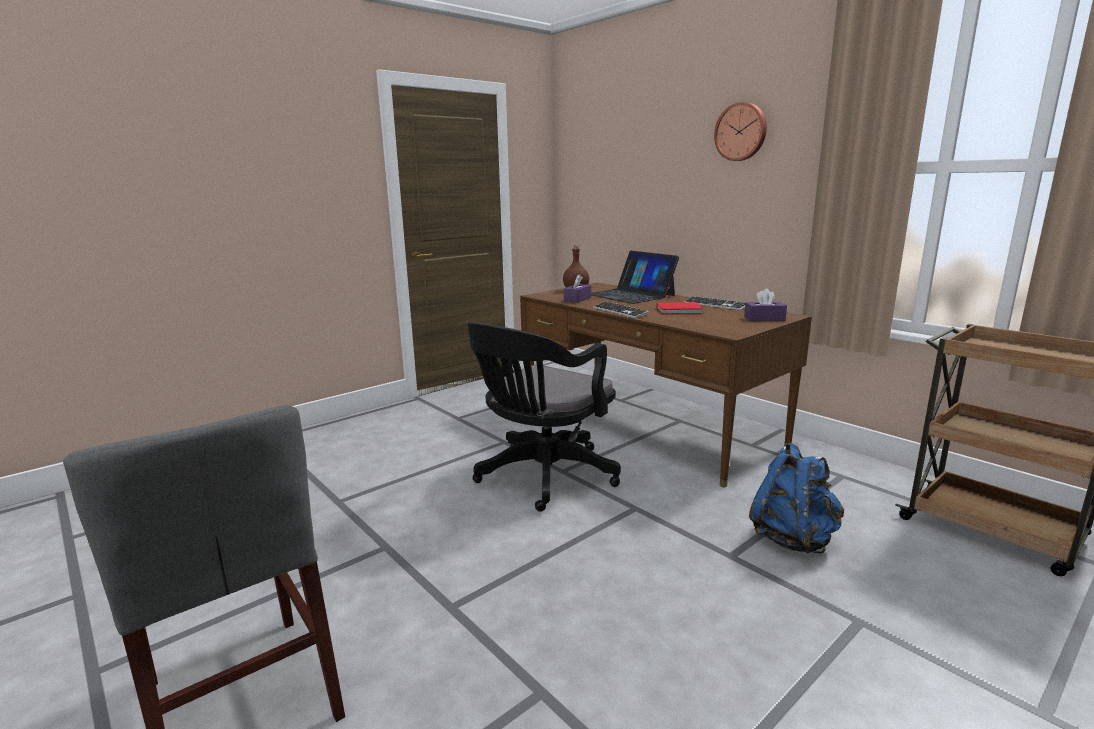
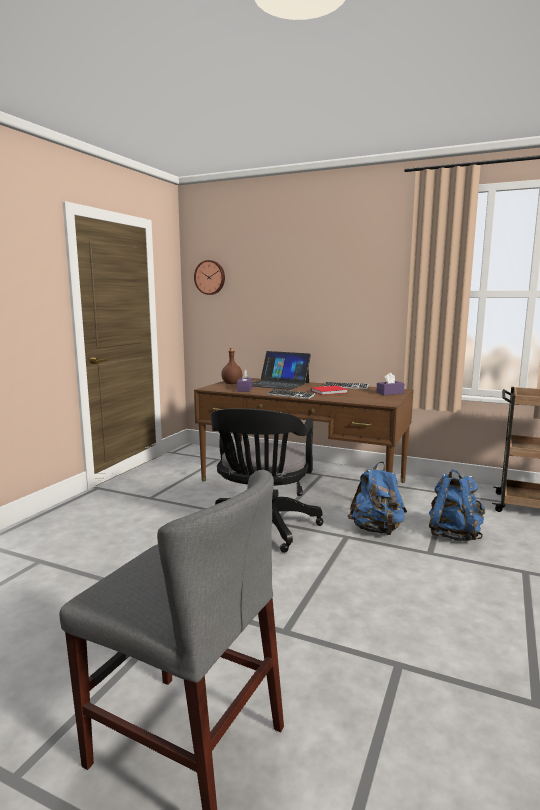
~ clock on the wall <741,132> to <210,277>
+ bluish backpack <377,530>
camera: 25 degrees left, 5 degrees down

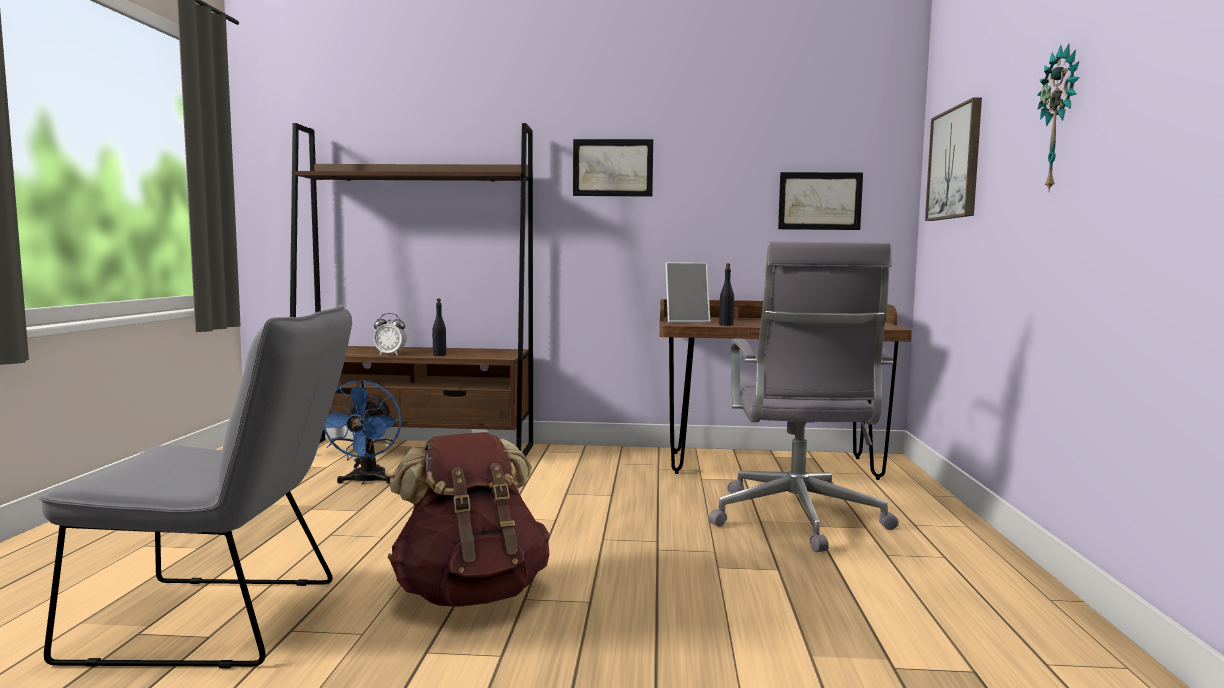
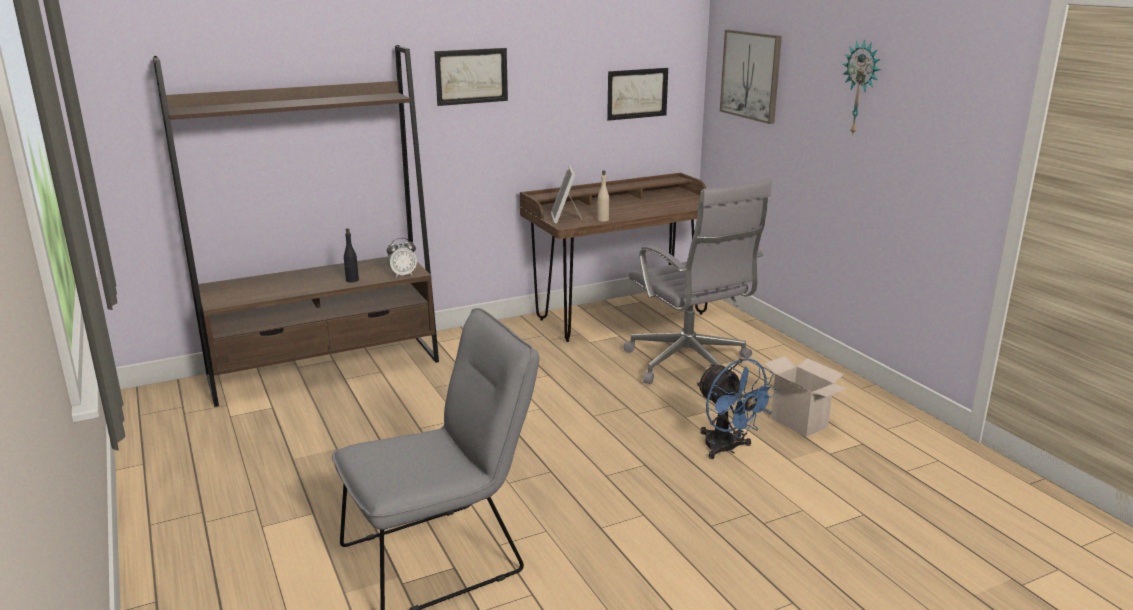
~ bluish electric fan <365,481> to <727,449>
~ table clock <390,354> to <402,275>
- brownish backpack <471,592>
~ picture frame <686,322> = <565,218> 120 degrees clockwise
~ black beverage bottle <726,325> to beige-coloured beverage bottle <602,220>
+ packing box <801,423>
camera: 30 degrees left, 15 degrees up

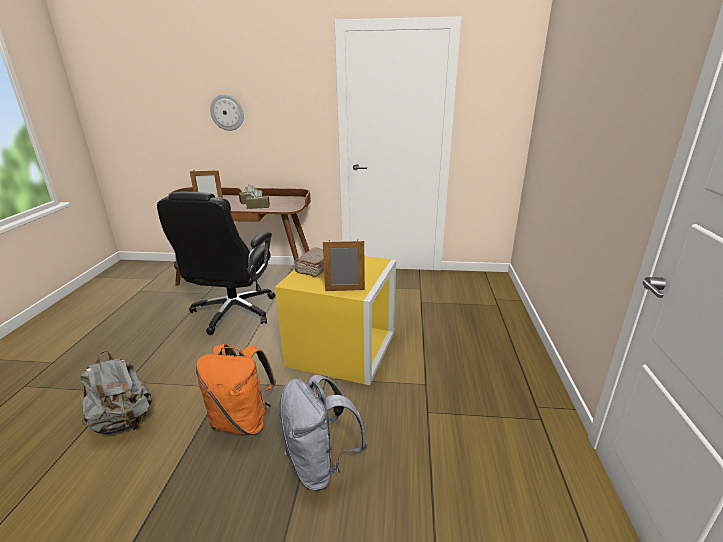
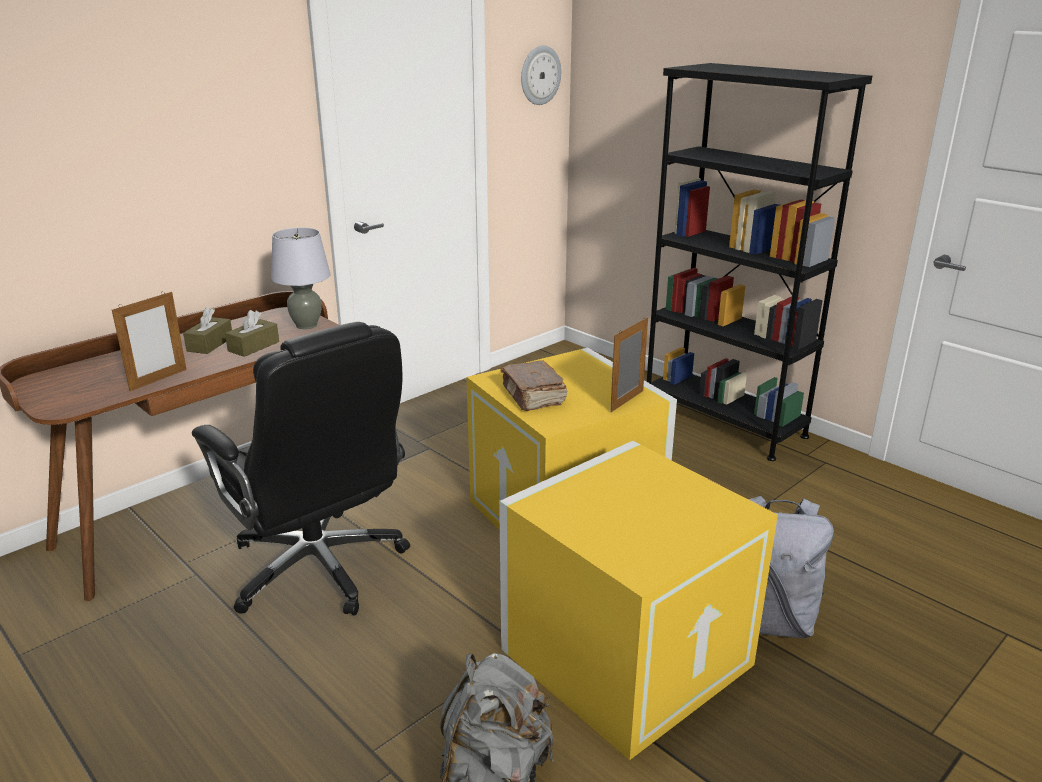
~ orangey backpack <242,421> to yellow storage bin <626,654>
~ clock on the wall <227,112> to <540,75>
+ grey tabletop lamp <306,325>
+ black bookshelf <723,421>
camera: 50 degrees left, 0 degrees up

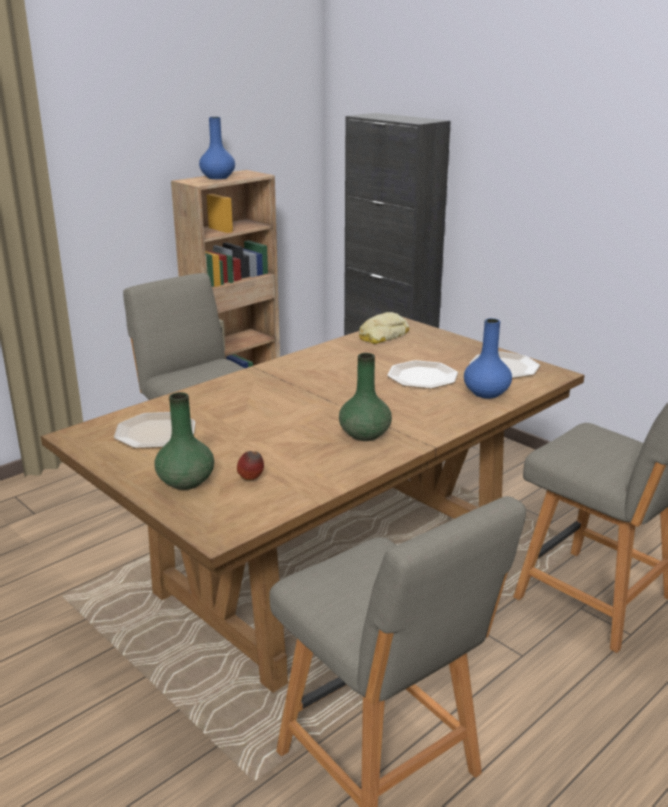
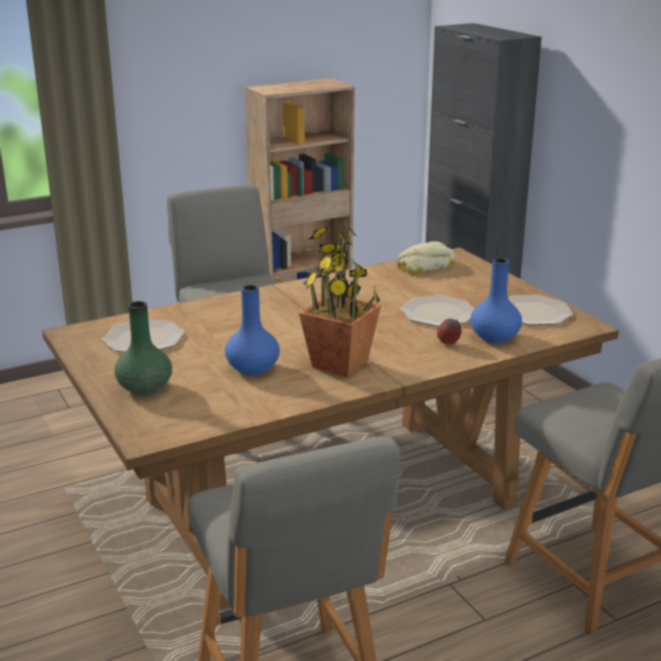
~ bluish vase <217,177> to <252,368>
~ apple fruit <251,479> to <449,344>
~ green-coloured vase <365,434> to potted plant <340,364>
camera: 15 degrees right, 0 degrees up

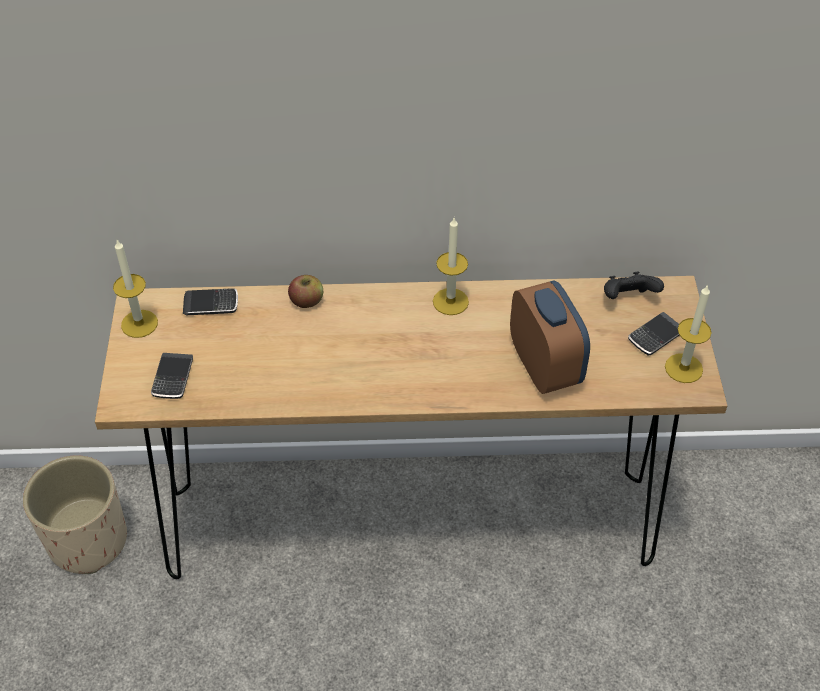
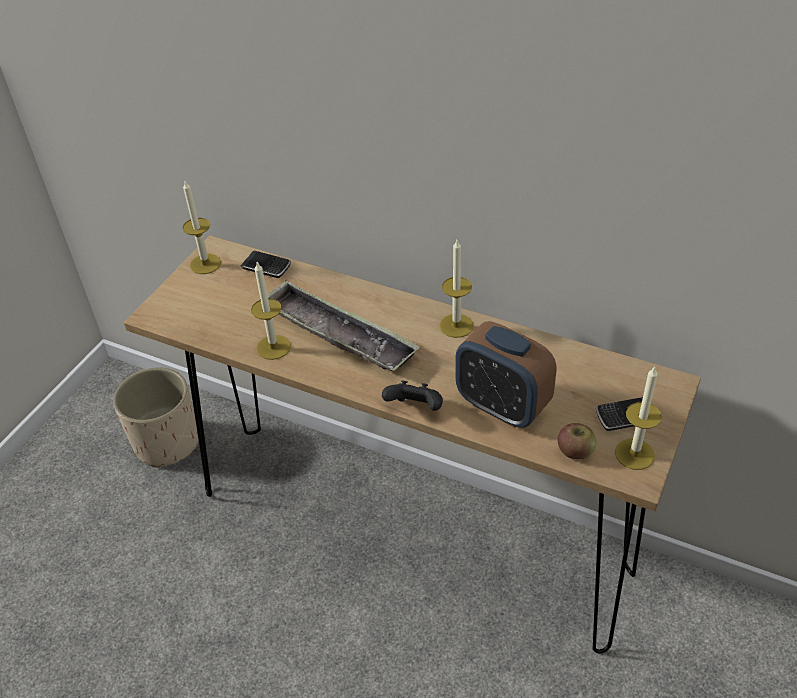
- telephone <173,378>
~ apple fruit <306,301> to <575,451>
~ table clock <545,367> = <502,406> 120 degrees clockwise
~ black joypad <627,299> to <415,409>
+ wax light <273,347>
+ serving tray <338,333>
camera: 30 degrees right, 5 degrees down

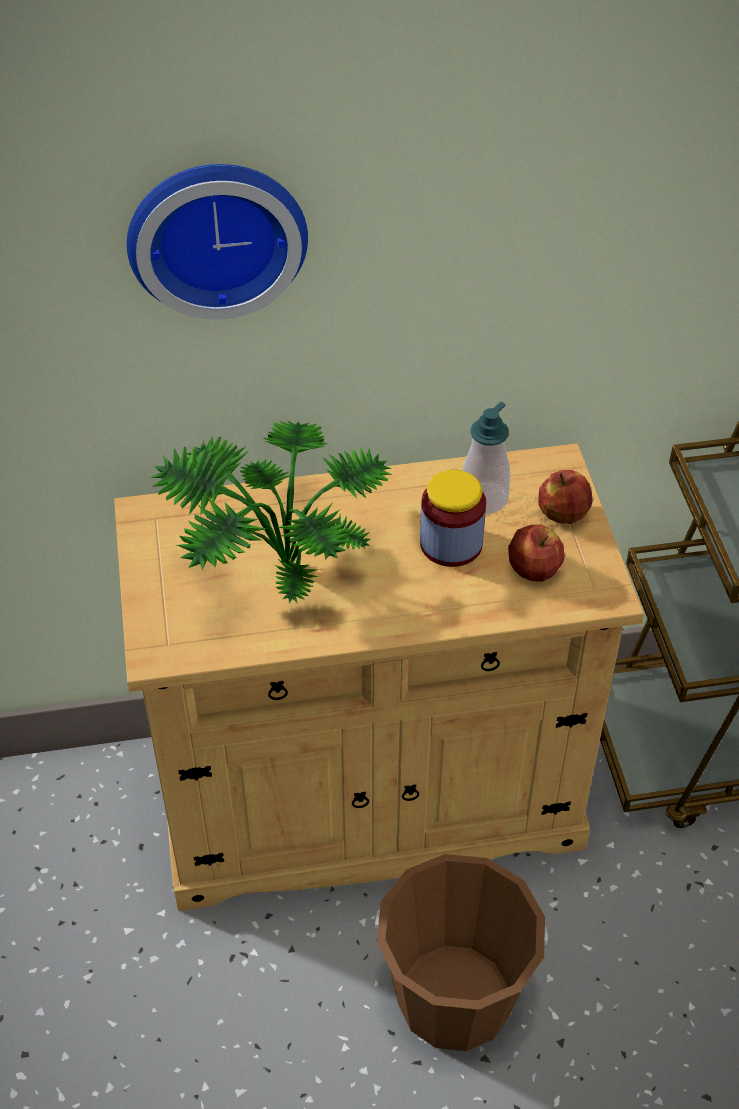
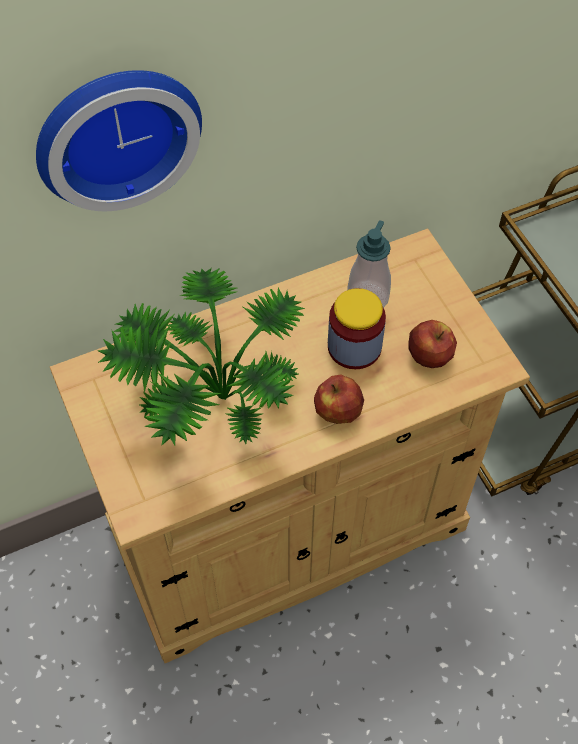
- brownish water bucket <454,997>
~ apple fruit <563,514> to <338,412>
camera: 15 degrees left, 10 degrees up

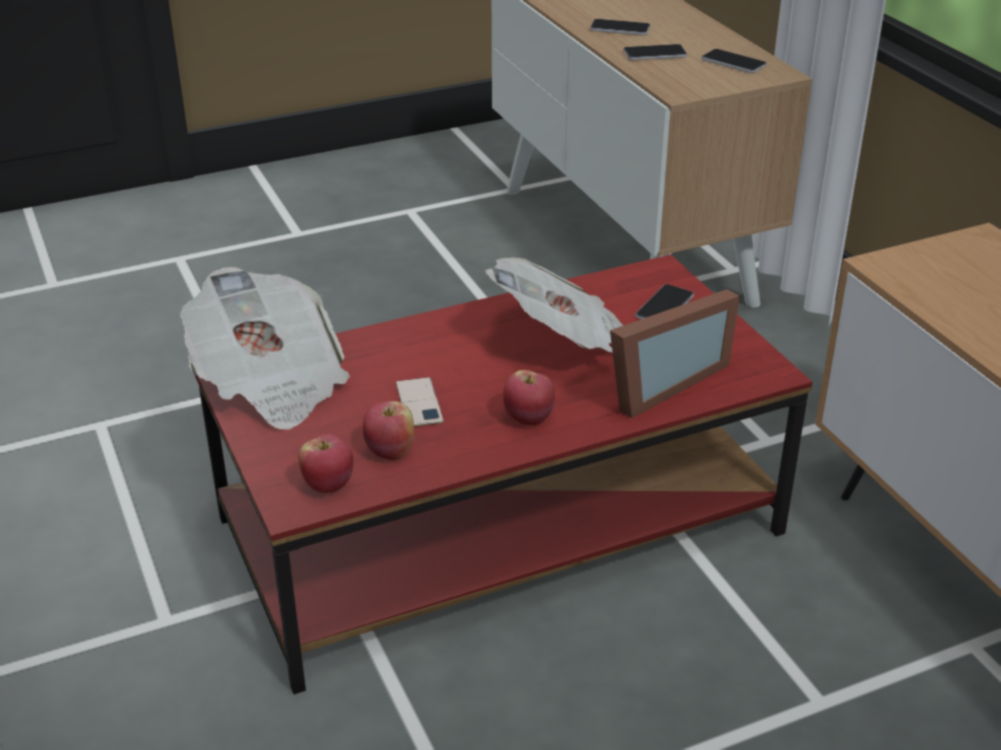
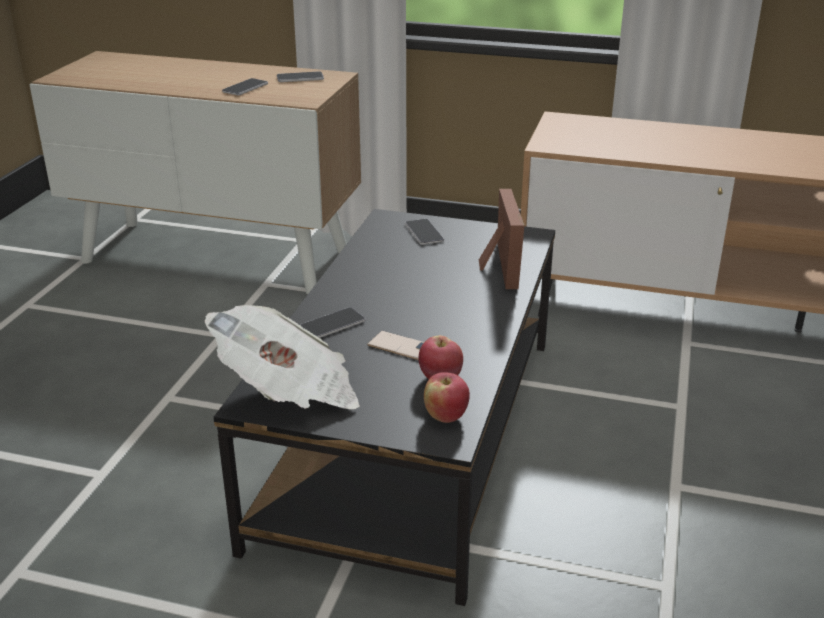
~ red lounge table <501,527> to black lounge table <413,436>
- printed paper <566,342>
- apple fruit <529,419>
~ telephone <620,28> to <332,324>
camera: 50 degrees left, 5 degrees down

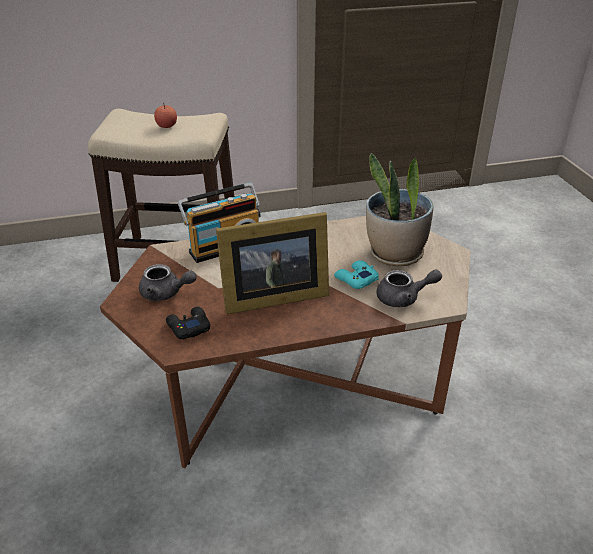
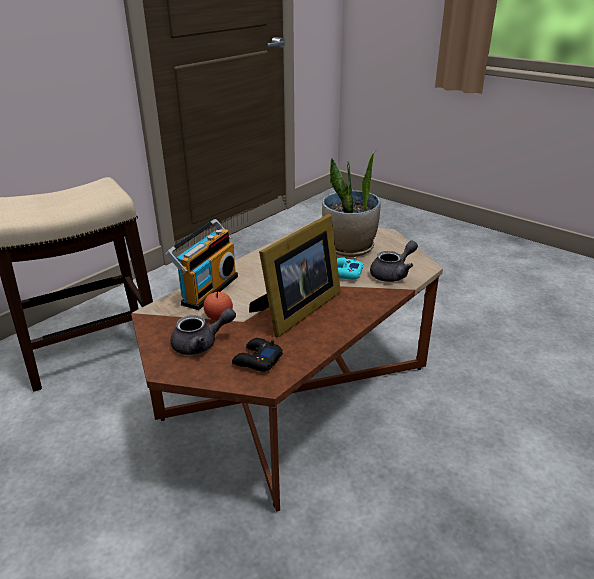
~ apple fruit <166,126> to <219,317>
camera: 35 degrees left, 5 degrees down

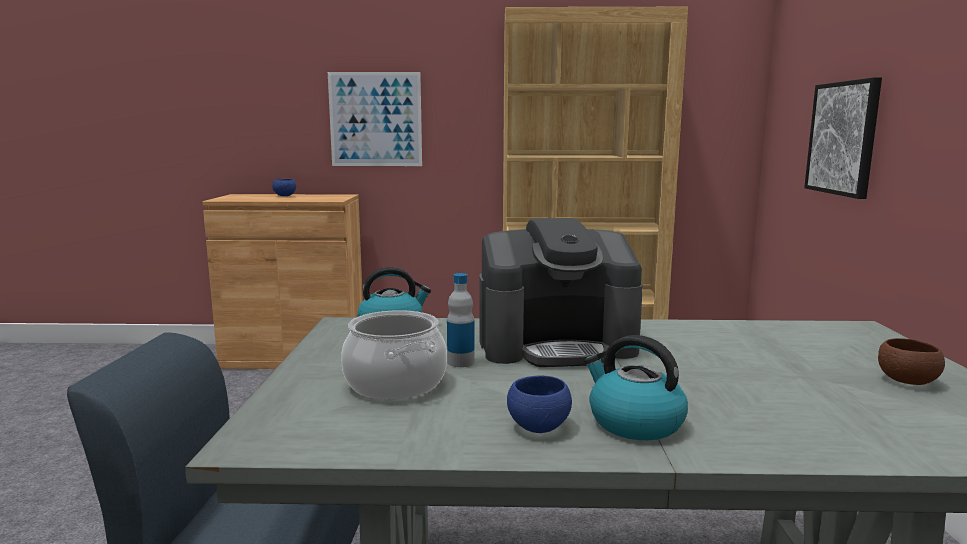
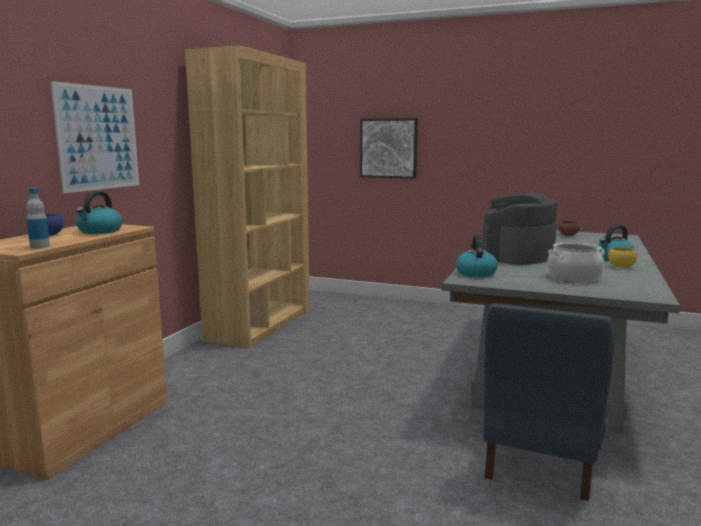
~ beverage bottle <460,362> to <40,247>
~ coffee maker <557,345> = <518,256> 150 degrees counterclockwise
~ bluish serving bowl <539,427> to yellow serving bowl <621,267>
+ tea kettle <100,231>
camera: 70 degrees left, 0 degrees up

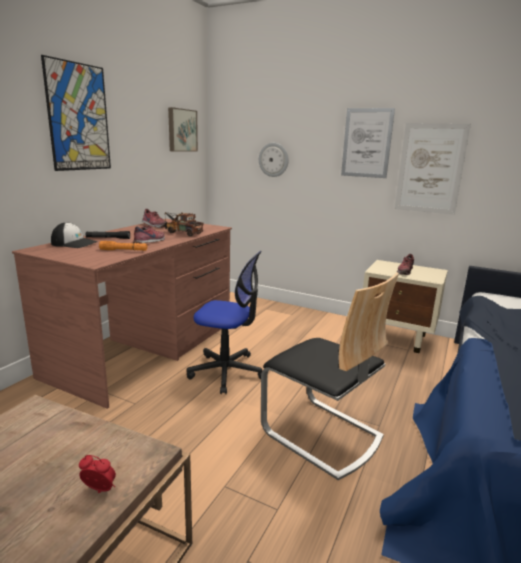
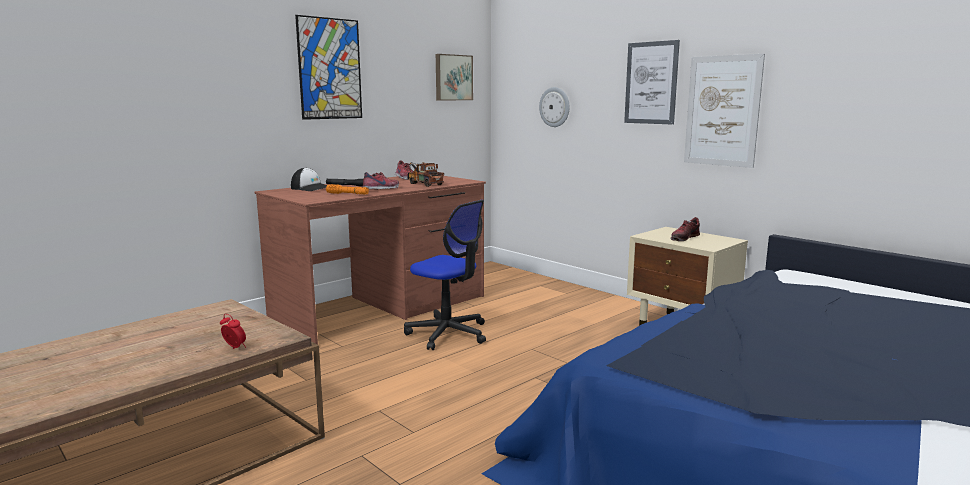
- upright chair <322,434>
camera: 20 degrees right, 5 degrees down

